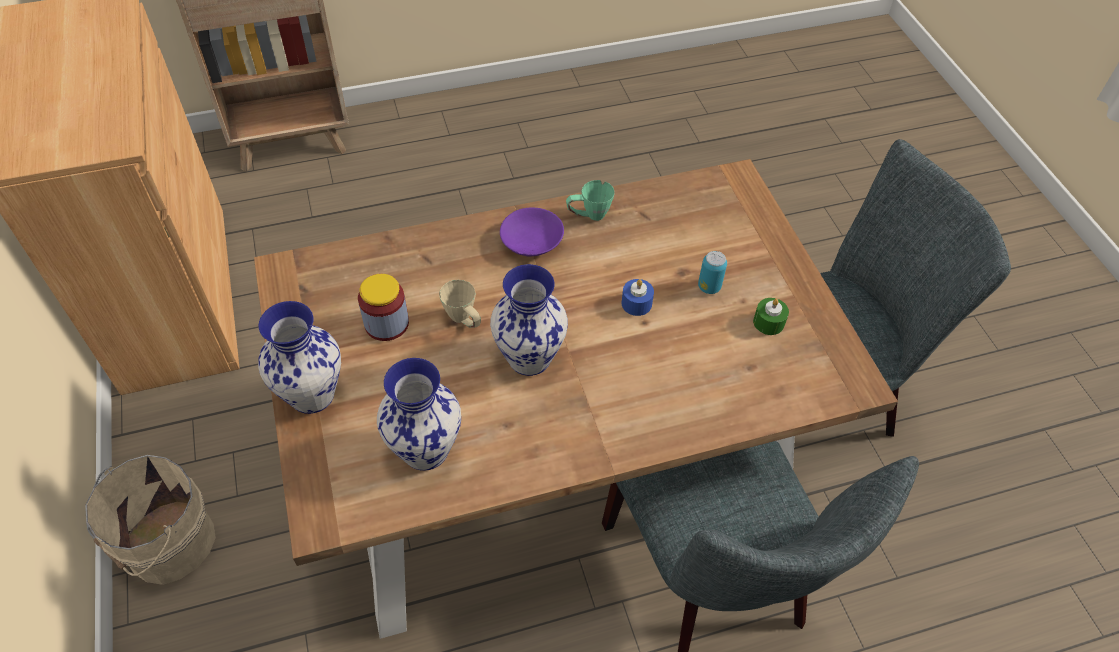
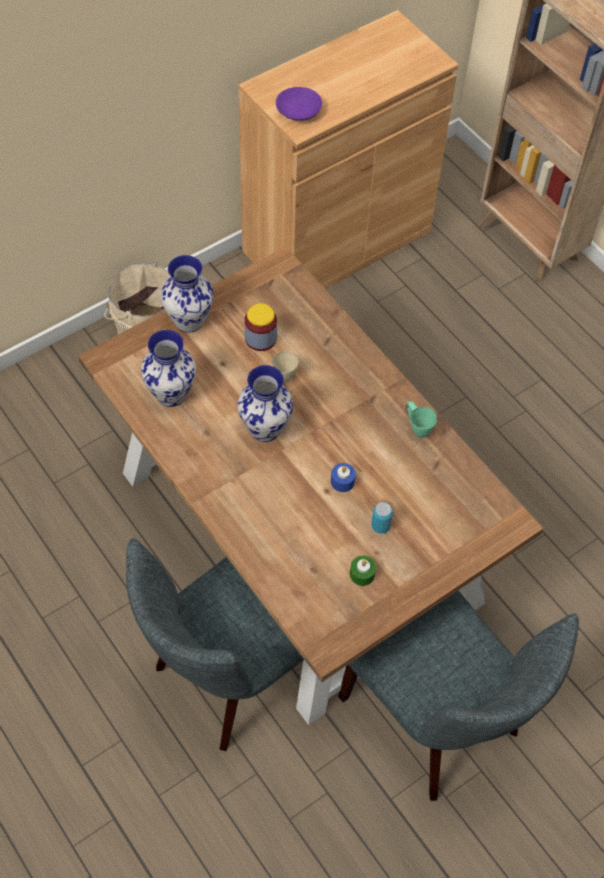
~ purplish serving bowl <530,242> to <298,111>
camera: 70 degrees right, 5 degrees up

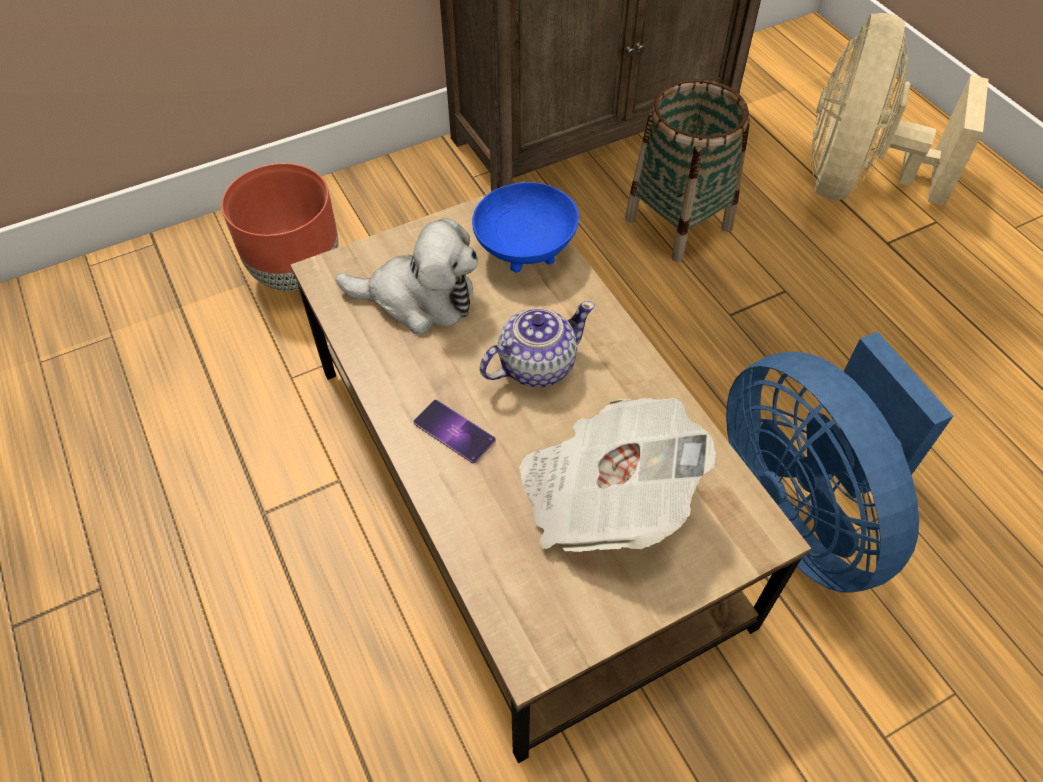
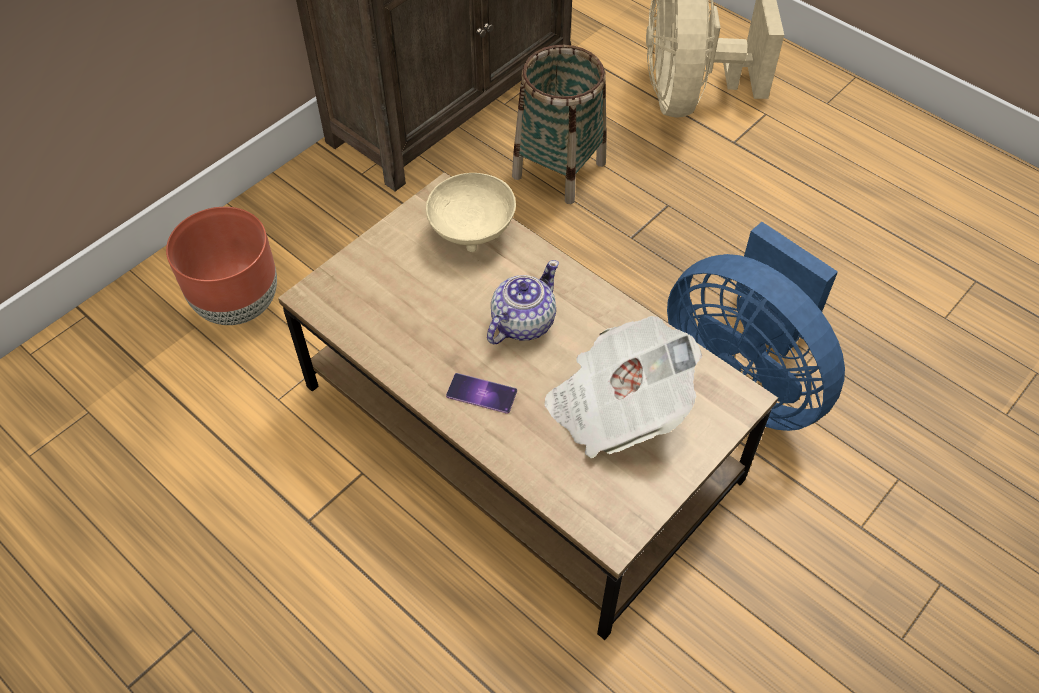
- plush toy <419,299>
~ bluish serving bowl <526,249> to beige-coloured serving bowl <472,230>
camera: 20 degrees left, 0 degrees up

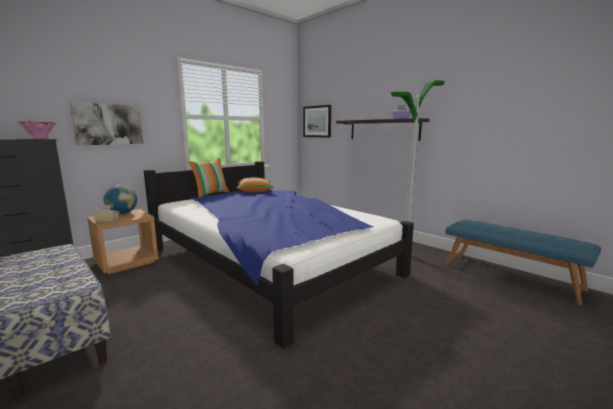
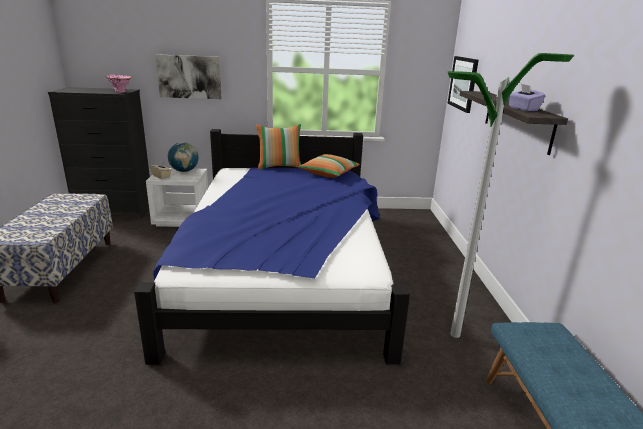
~ brownish nightstand <127,262> to white-coloured nightstand <182,219>
camera: 40 degrees right, 10 degrees up

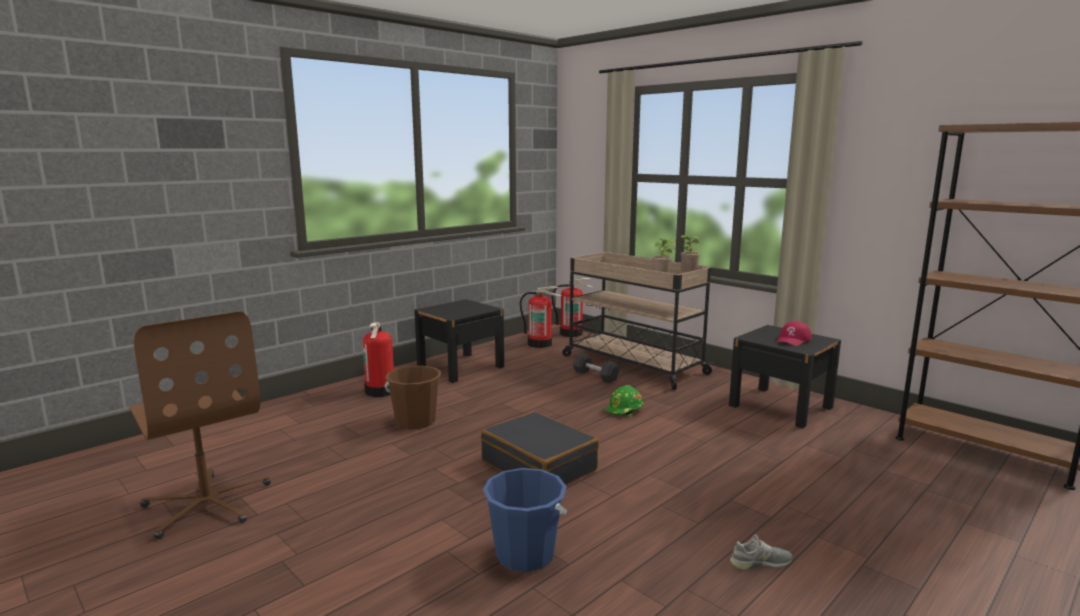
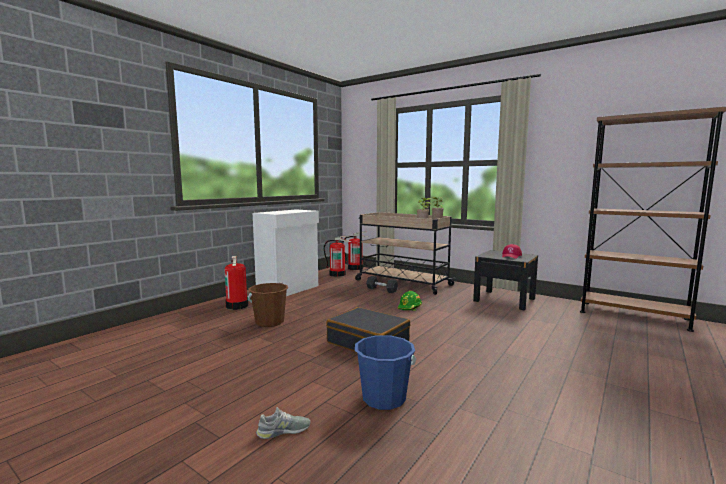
- brownish office chair <207,503>
~ black nightstand <460,367> to white-coloured storage cabinet <289,289>
~ grey low shoe <760,562> to <283,430>
camera: 10 degrees left, 5 degrees down

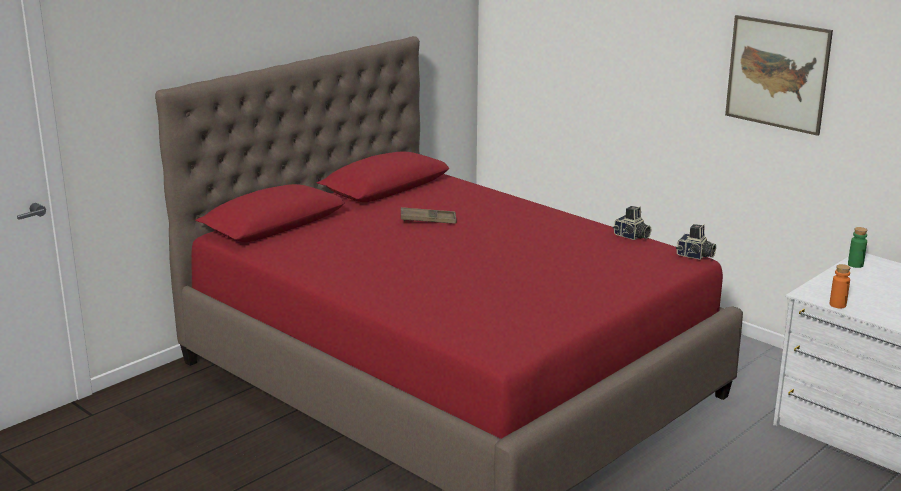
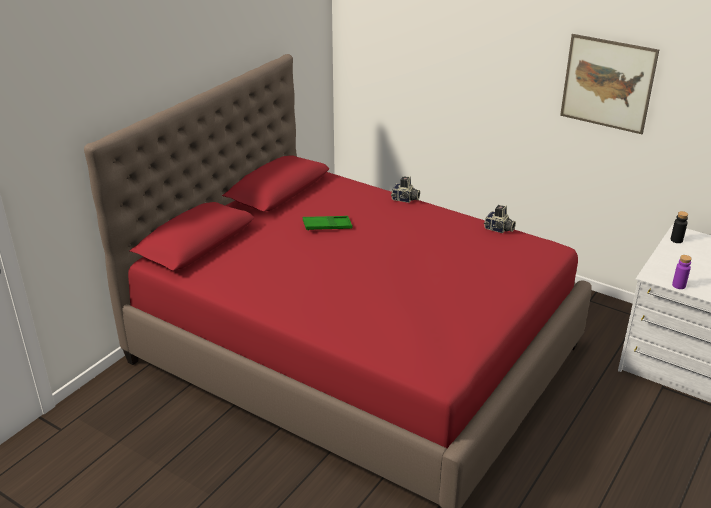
~ brownish serving tray <428,220> to green-coloured serving tray <327,226>
~ photo camera <695,256> to <405,199>
~ orangey beverage bottle <837,305> to purplish beverage bottle <678,285>
~ green-coloured beverage bottle <855,265> to black beverage bottle <676,240>
camera: 10 degrees left, 10 degrees up

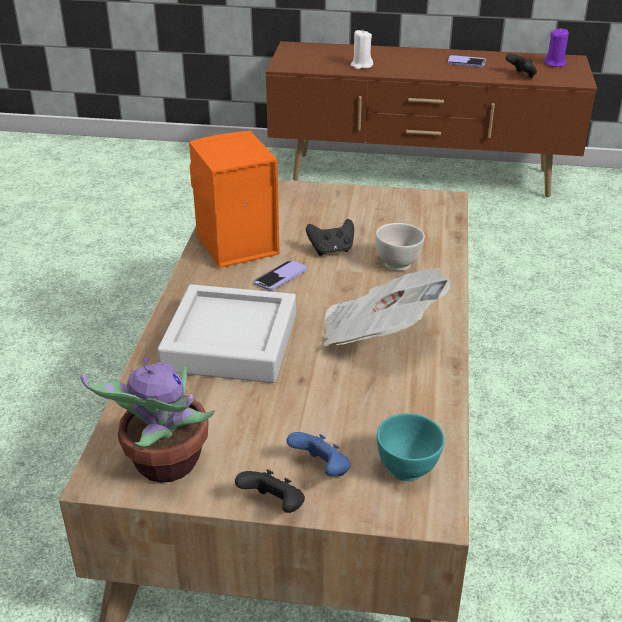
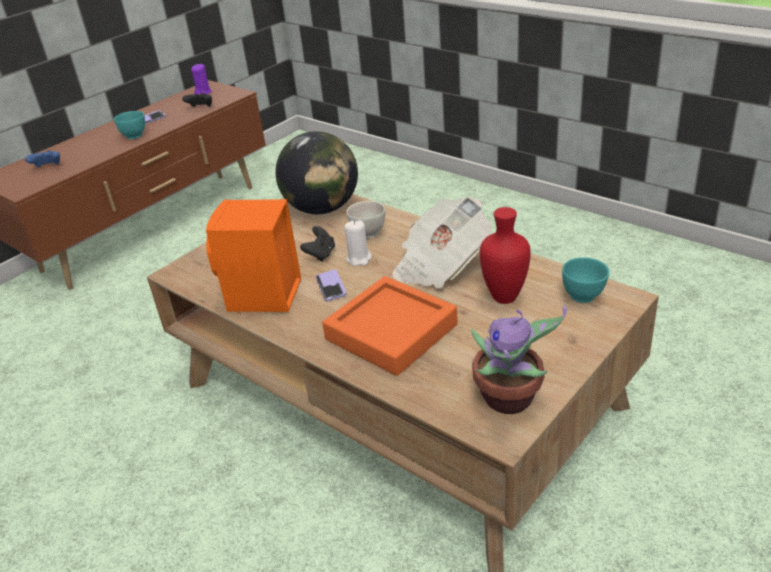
~ grey serving tray <230,342> to orangey serving tray <391,332>
- black joypad <274,506>
~ bluish joypad <321,469> to <48,167>
~ white-coloured wax light <361,65> to <359,259>
+ turquoise serving bowl <134,136>
+ world globe <322,209>
+ red vase <506,298>
camera: 55 degrees left, 0 degrees up

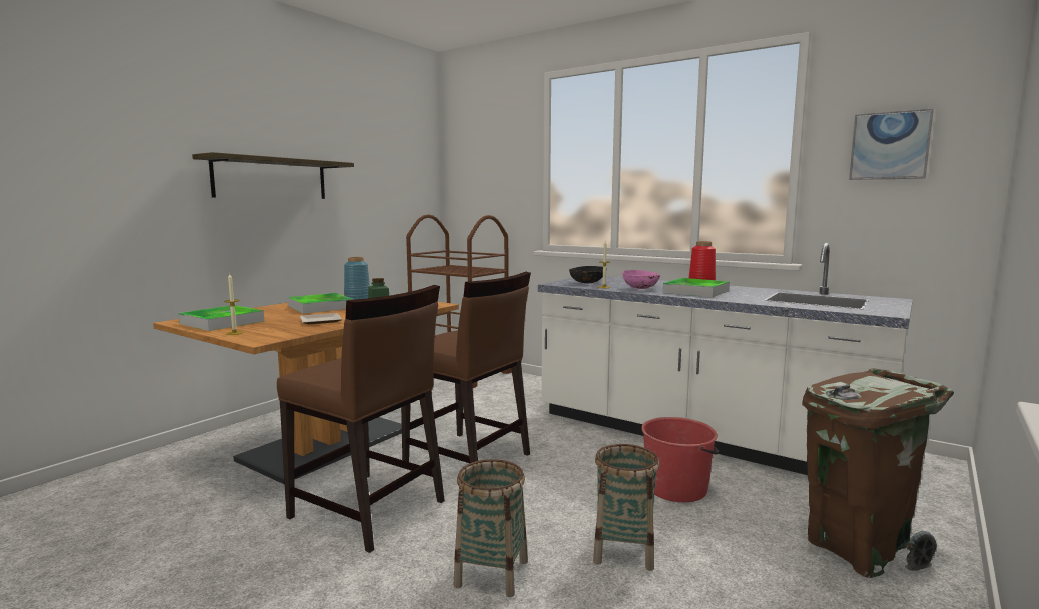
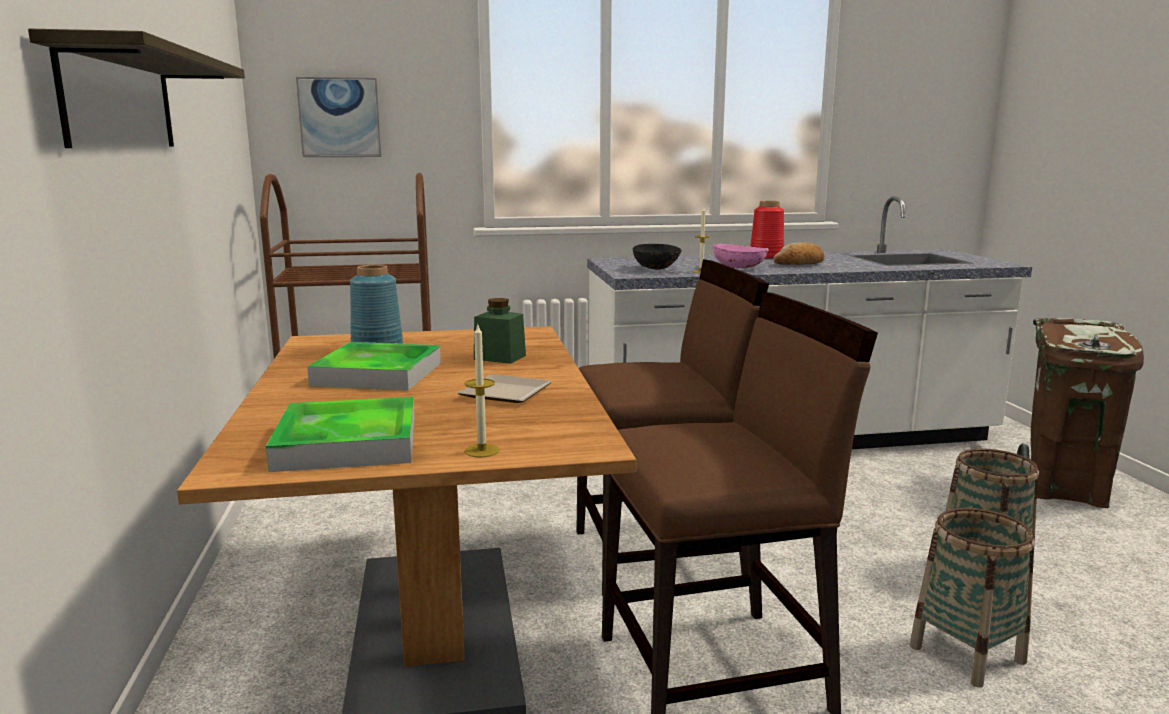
- red water bucket <677,488>
~ serving tray <696,291> to bakery bread <798,264>
~ wall art <889,146> to <339,117>
camera: 45 degrees left, 5 degrees up

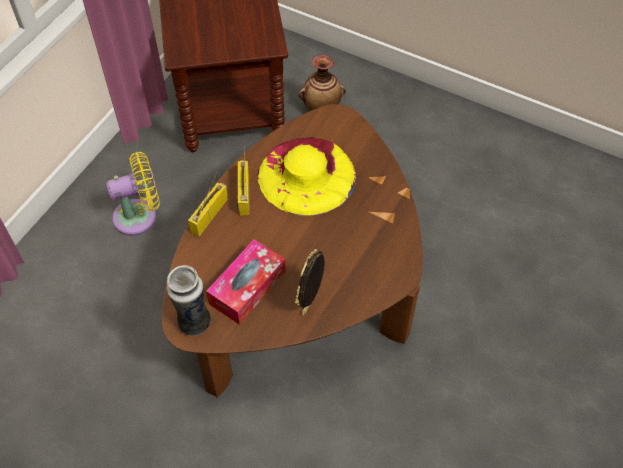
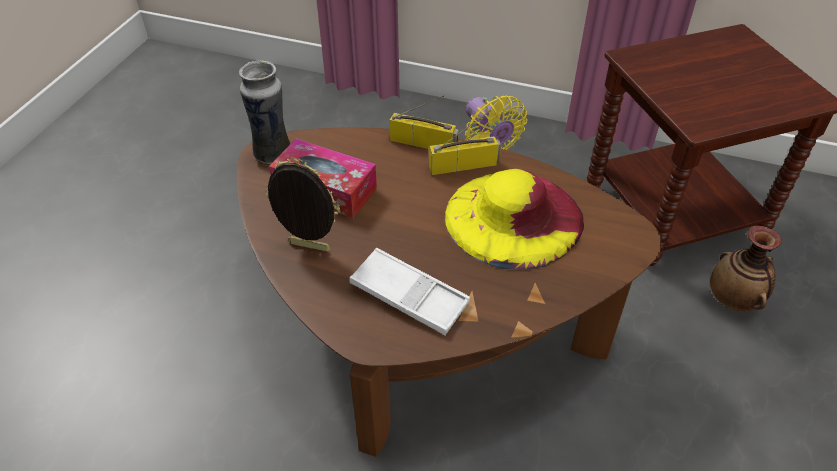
+ white-coloured serving tray <409,296>
camera: 80 degrees right, 10 degrees down

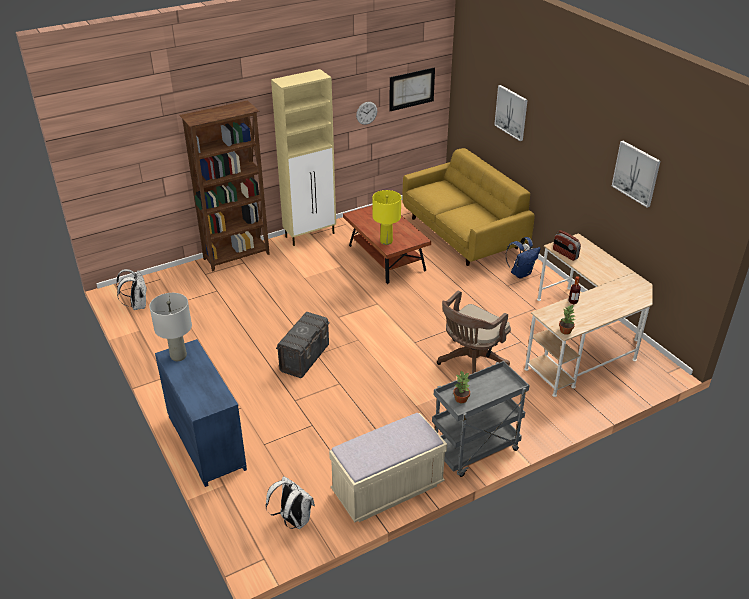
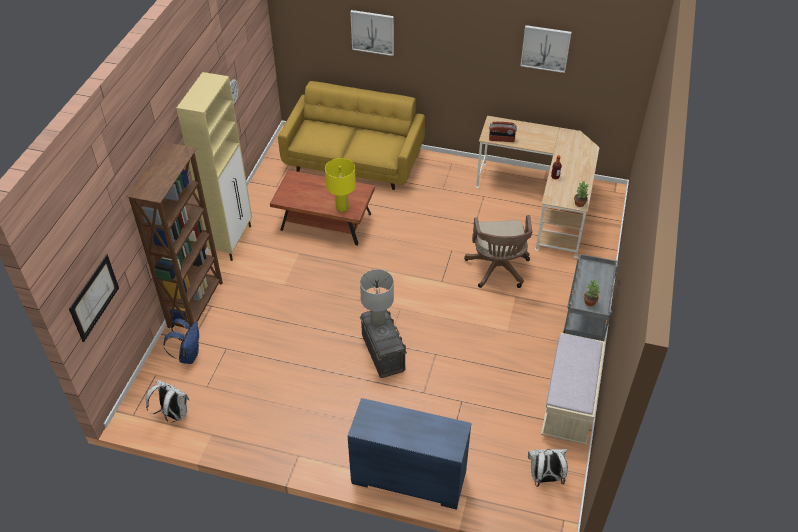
~ grey tabletop lamp <178,356> to <377,321>
~ wall art <411,89> to <94,297>
~ bluish backpack <521,273> to <188,355>
camera: 45 degrees left, 10 degrees up

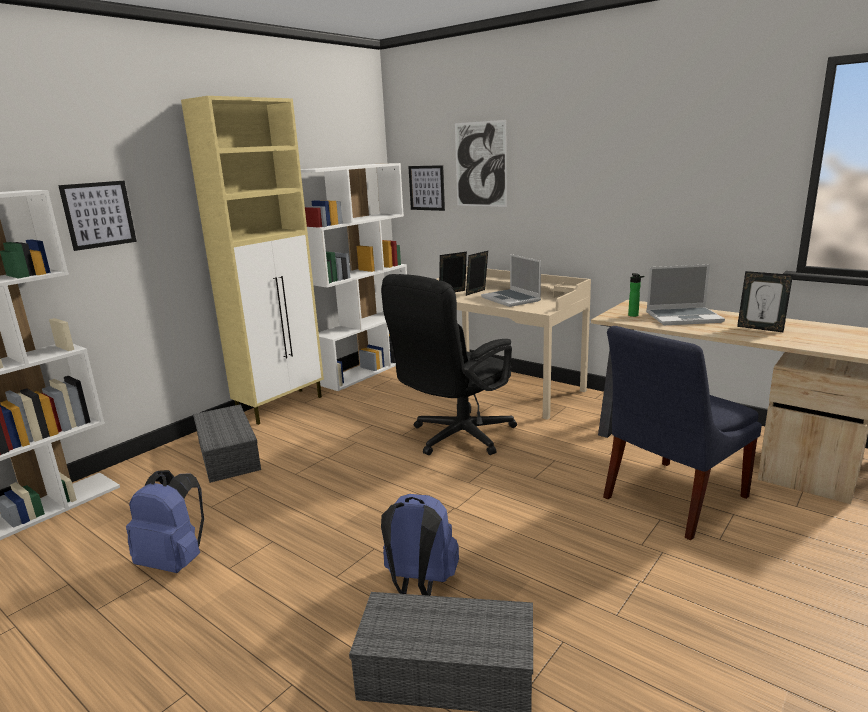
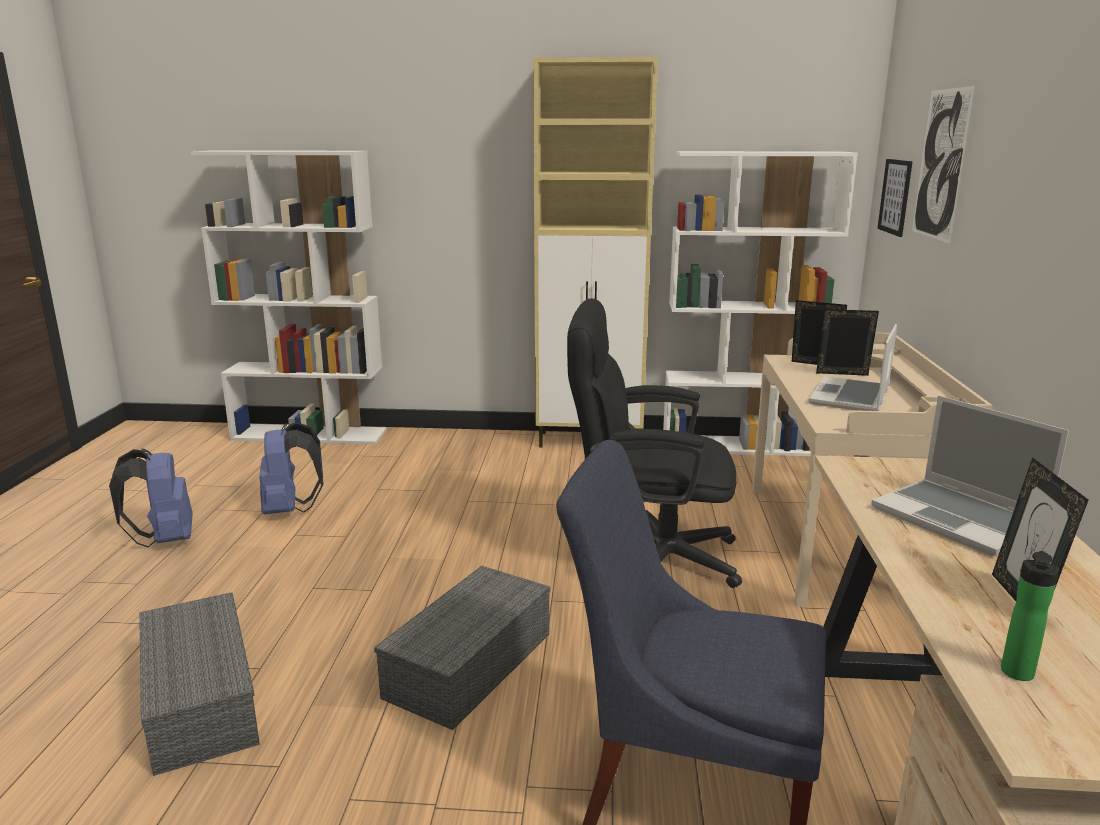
- wall art <98,214>
~ grey storage bin <229,455> to <469,666>
~ bluish backpack <419,584> to <164,540>
~ beverage bottle <634,315> to <1017,675>
camera: 55 degrees right, 0 degrees up

